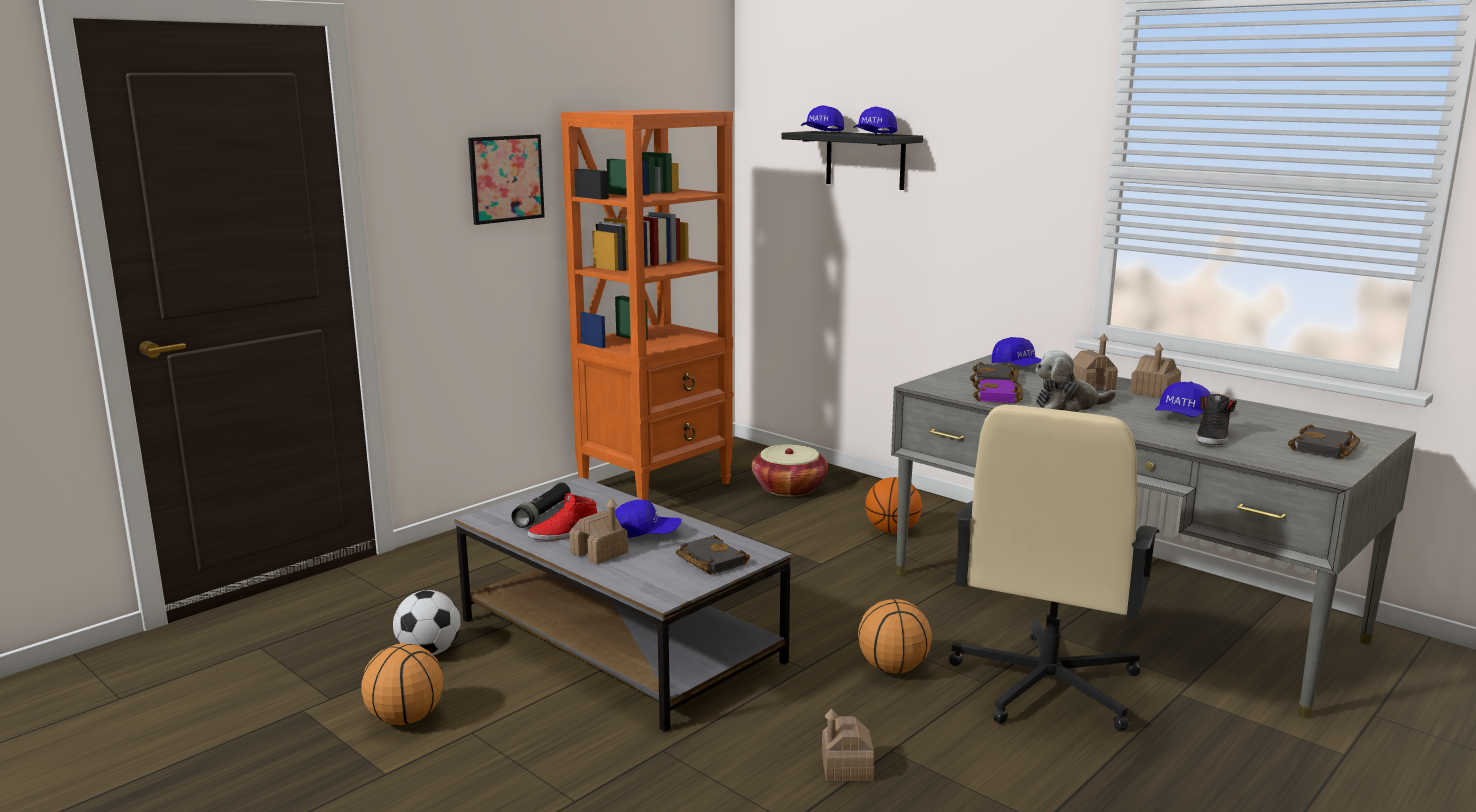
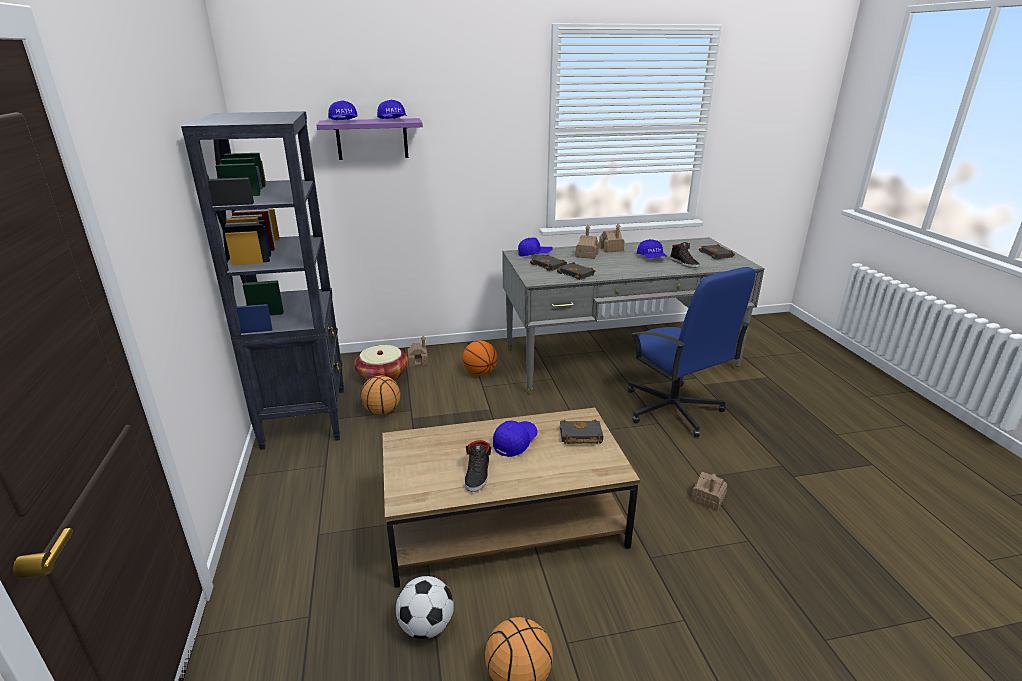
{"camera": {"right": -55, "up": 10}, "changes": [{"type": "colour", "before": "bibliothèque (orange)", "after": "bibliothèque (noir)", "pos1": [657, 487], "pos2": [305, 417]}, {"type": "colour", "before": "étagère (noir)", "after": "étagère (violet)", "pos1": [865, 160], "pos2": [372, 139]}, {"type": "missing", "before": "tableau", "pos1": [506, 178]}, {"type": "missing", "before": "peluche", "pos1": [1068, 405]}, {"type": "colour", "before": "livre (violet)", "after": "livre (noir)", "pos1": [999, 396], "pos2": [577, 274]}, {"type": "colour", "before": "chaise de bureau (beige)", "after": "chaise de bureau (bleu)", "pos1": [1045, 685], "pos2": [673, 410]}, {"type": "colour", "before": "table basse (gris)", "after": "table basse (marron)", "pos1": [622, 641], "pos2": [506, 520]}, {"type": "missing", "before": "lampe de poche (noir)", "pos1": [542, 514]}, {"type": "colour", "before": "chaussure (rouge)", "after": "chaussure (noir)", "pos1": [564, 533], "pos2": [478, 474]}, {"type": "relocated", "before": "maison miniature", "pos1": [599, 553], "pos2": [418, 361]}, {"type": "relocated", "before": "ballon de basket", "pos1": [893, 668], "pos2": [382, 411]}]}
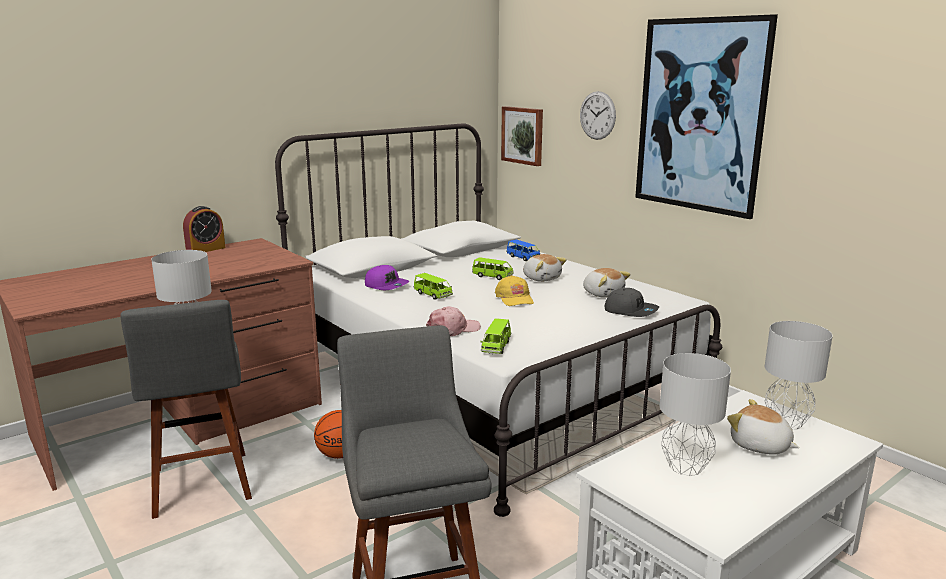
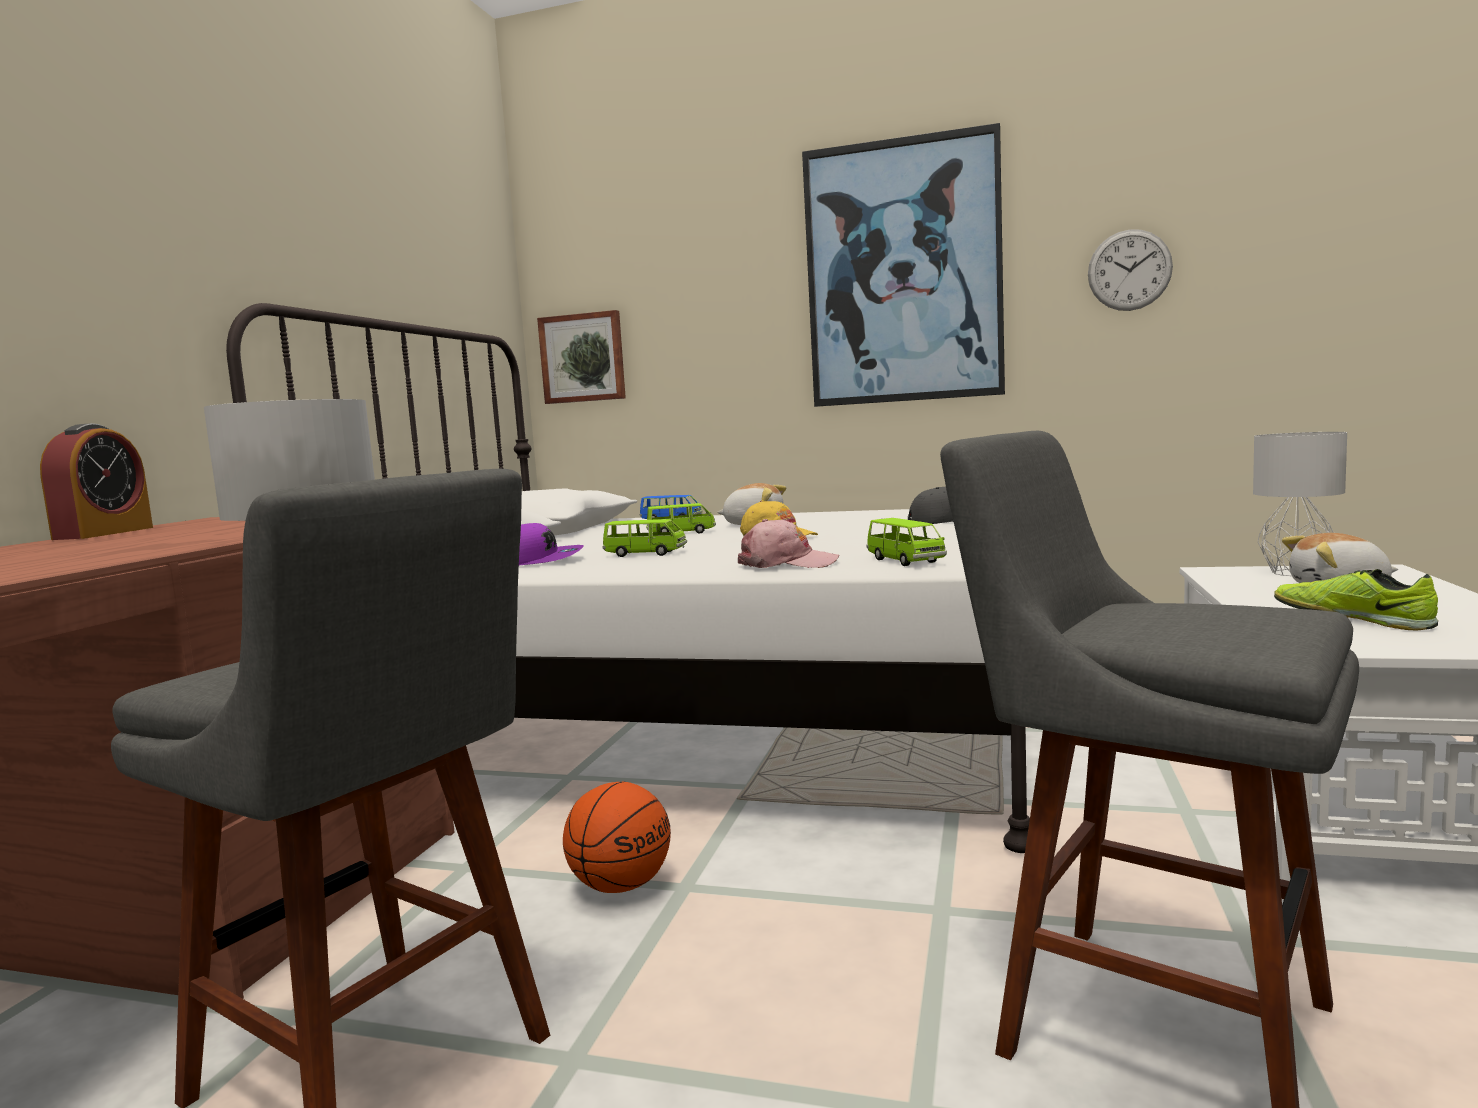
{"camera": {"right": -35, "up": -10}, "changes": [{"type": "relocated", "before": "horloge murale", "pos1": [597, 115], "pos2": [1129, 270]}, {"type": "missing", "before": "peluche", "pos1": [603, 294]}, {"type": "spun", "before": "casquette (rose)", "pos1": [453, 329], "pos2": [787, 564], "turn": 75}, {"type": "exchanged", "before": "lampe de table (gris)", "after": "chaussure", "pos1": [686, 467], "pos2": [1352, 619]}]}
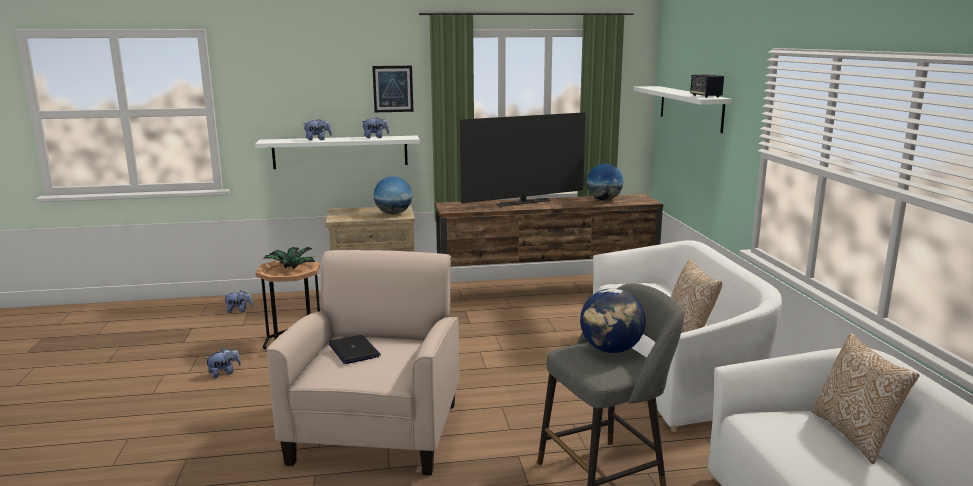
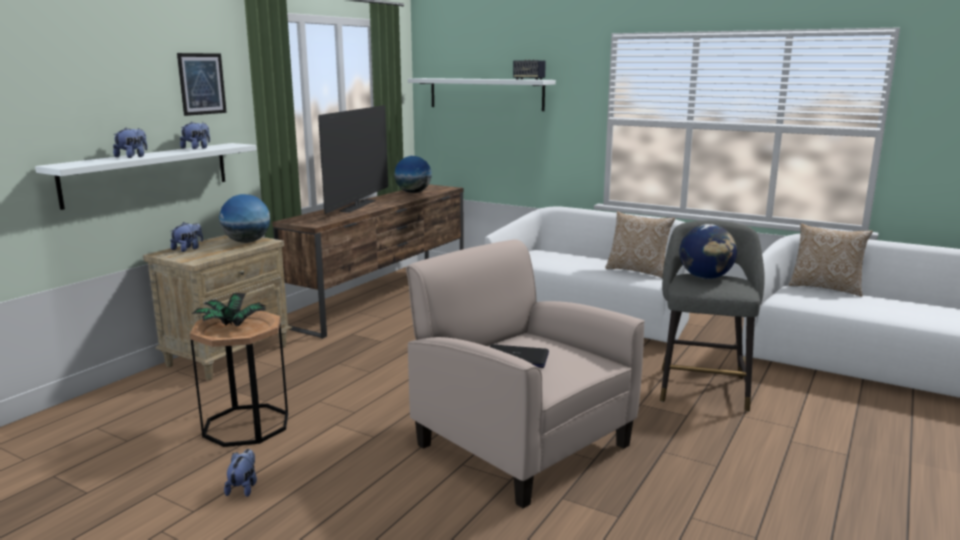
{"camera": {"right": -50, "up": 0}, "changes": [{"type": "relocated", "before": "peluche", "pos1": [239, 311], "pos2": [188, 249]}]}
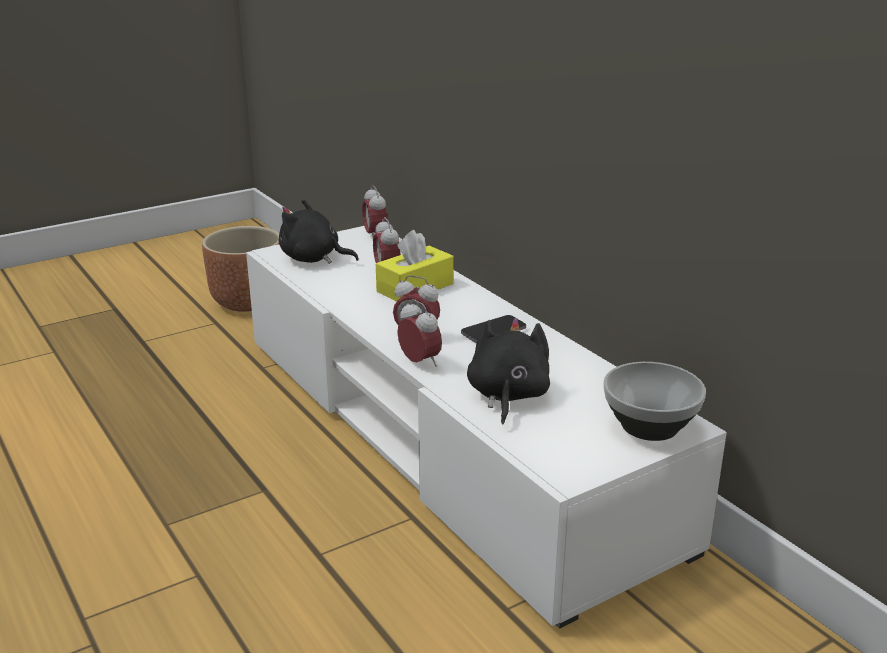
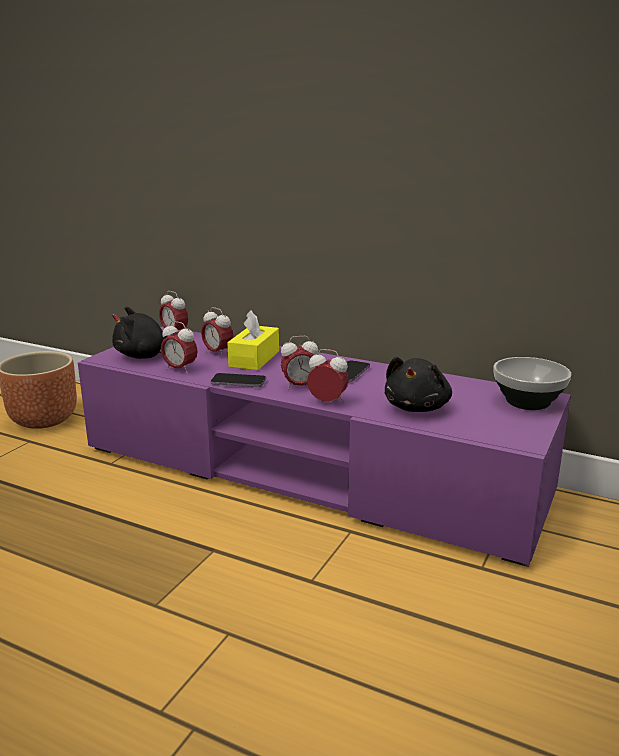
{"camera": {"right": -30, "up": -5}, "changes": [{"type": "colour", "before": "meuble télé (blanc)", "after": "meuble télé (violet)", "pos1": [443, 435], "pos2": [309, 470]}, {"type": "spun", "before": "peluche (noir)", "pos1": [507, 396], "pos2": [417, 407], "turn": -135}, {"type": "appeared", "after": "réveil", "pos2": [180, 369]}, {"type": "appeared", "after": "téléphone", "pos2": [238, 382]}]}
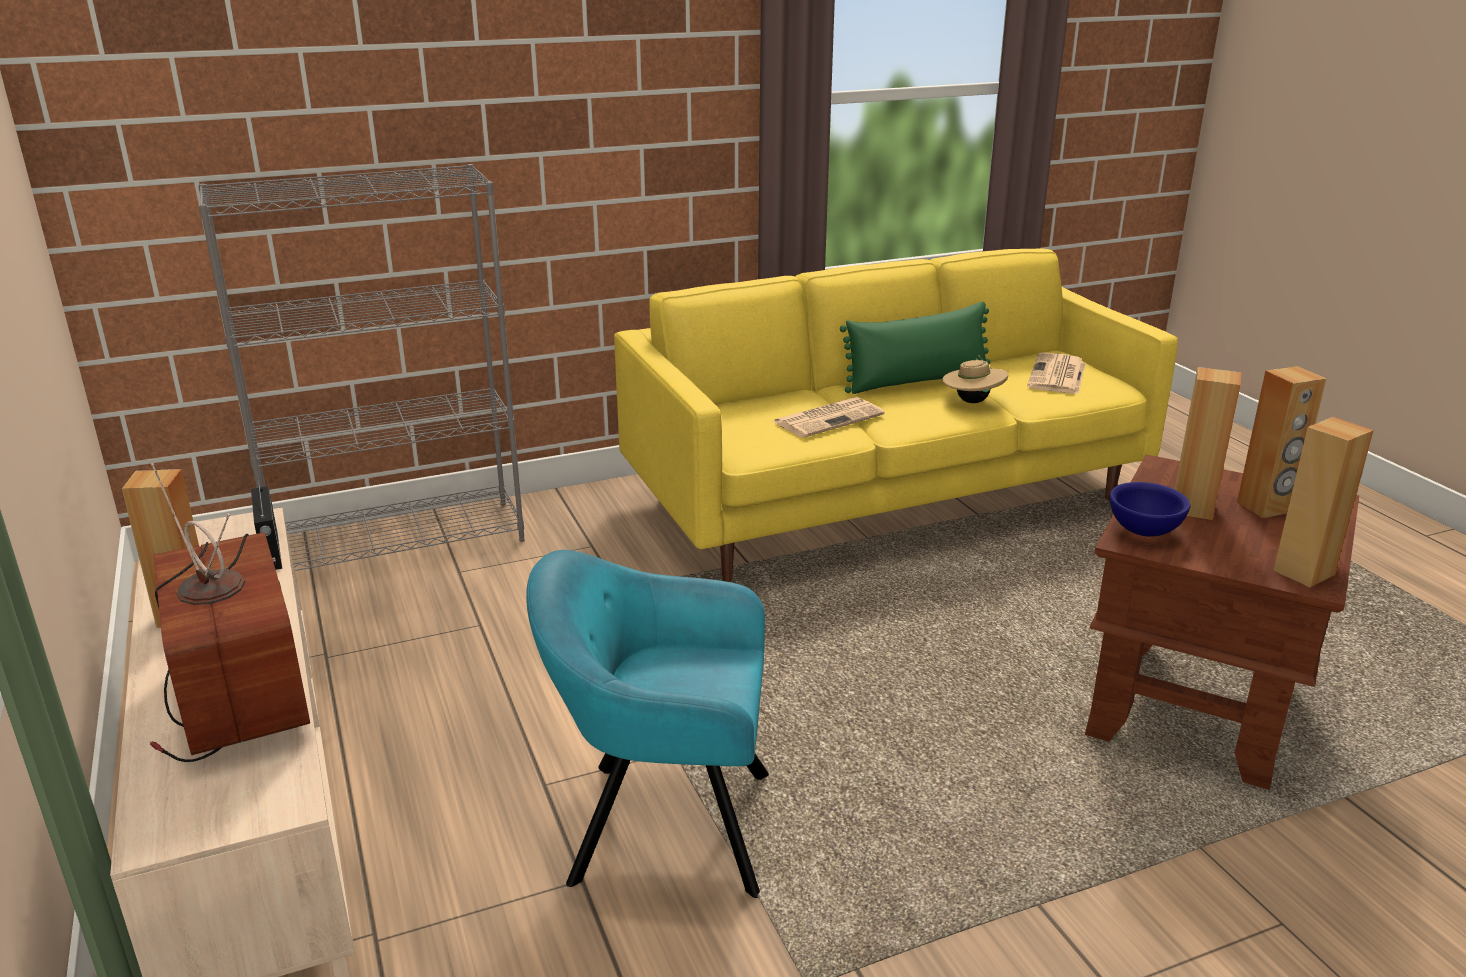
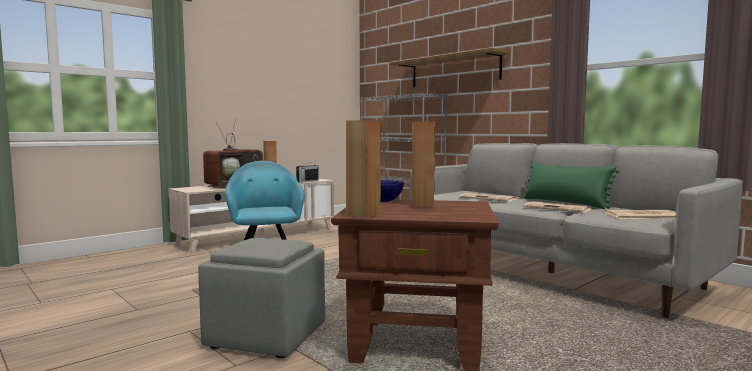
{"camera": {"right": 70, "up": -20}, "changes": [{"type": "colour", "before": "canapé (jaune)", "after": "canapé (gris)", "pos1": [887, 500], "pos2": [552, 273]}, {"type": "exchanged", "before": "chapeau (beige)", "after": "journal", "pos1": [972, 401], "pos2": [558, 208]}, {"type": "missing", "before": "enceinte (marron)", "pos1": [1265, 507]}, {"type": "appeared", "after": "étagère", "pos2": [454, 71]}, {"type": "appeared", "after": "pouf (gris)", "pos2": [265, 336]}]}
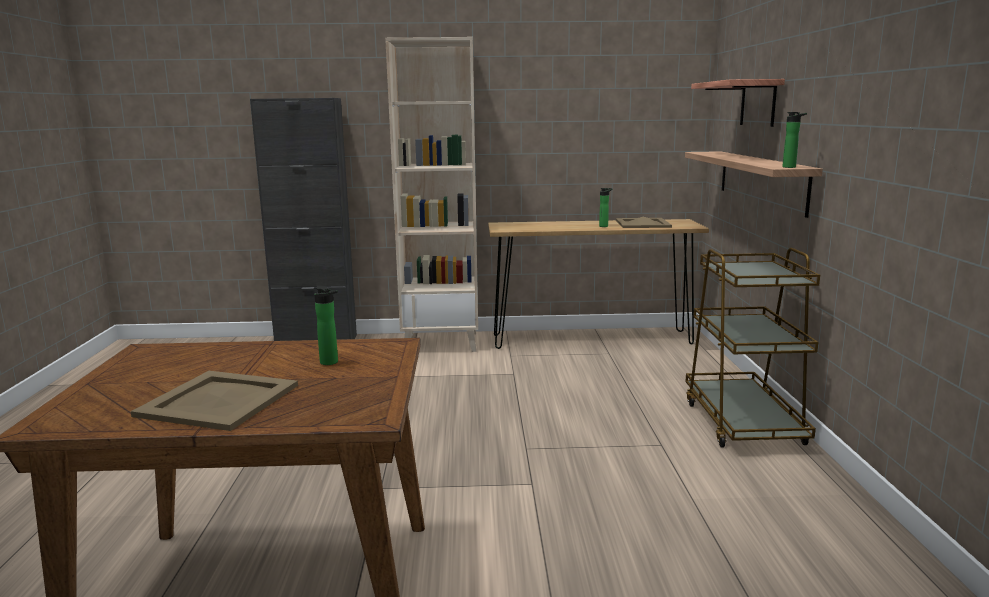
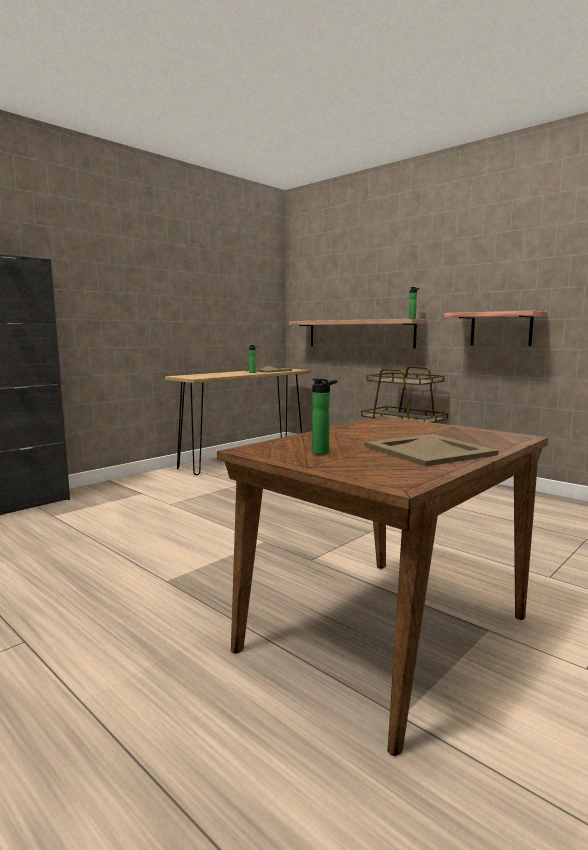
{"camera": {"right": -45, "up": -5}, "changes": [{"type": "missing", "before": "bibliothèque (beige)", "pos1": [442, 342]}, {"type": "relocated", "before": "étagère", "pos1": [758, 103], "pos2": [501, 329]}, {"type": "relocated", "before": "bouteille", "pos1": [330, 363], "pos2": [323, 452]}]}
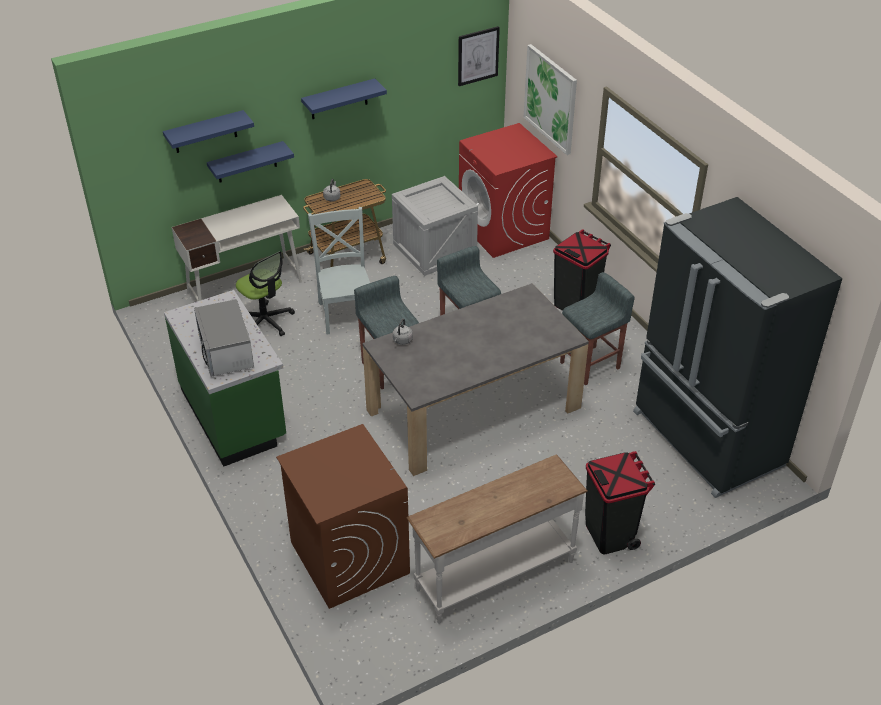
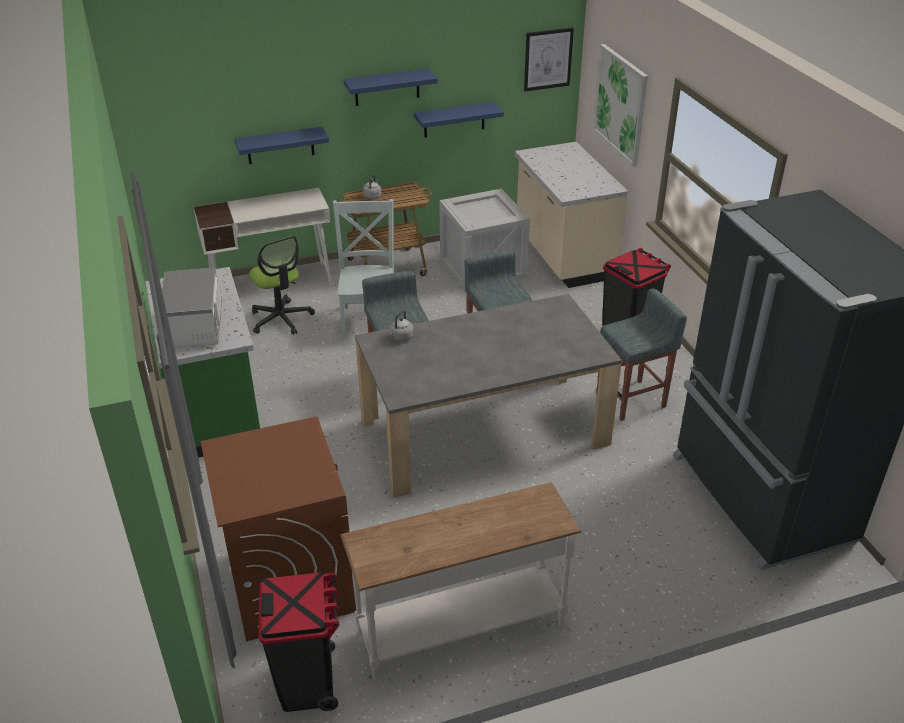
{"camera": {"right": 10, "up": -5}, "changes": [{"type": "relocated", "before": "étagère (bleu)", "pos1": [205, 132], "pos2": [454, 120]}, {"type": "exchanged", "before": "lave-linge (rouge)", "after": "comptoir de cuisine (beige)", "pos1": [504, 230], "pos2": [562, 256]}, {"type": "relocated", "before": "poubelle (noir)", "pos1": [610, 534], "pos2": [308, 682]}]}
